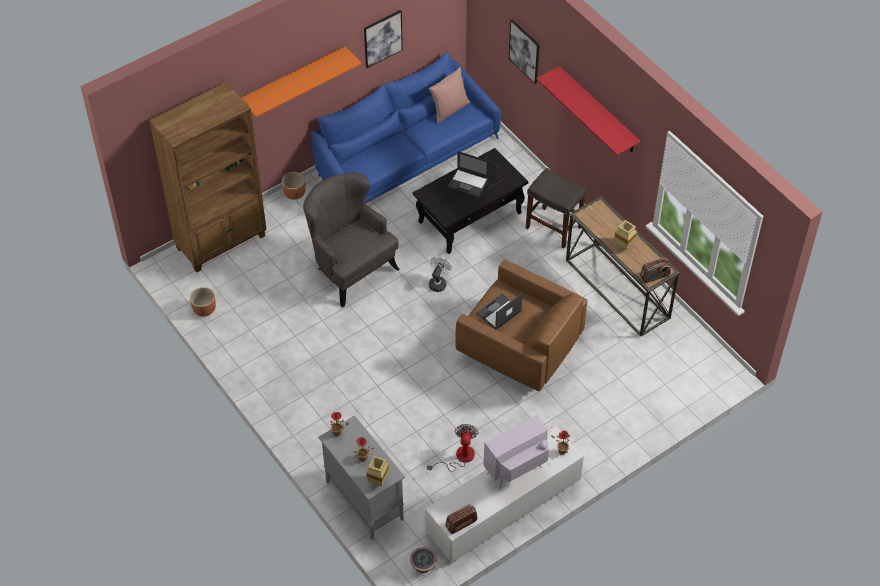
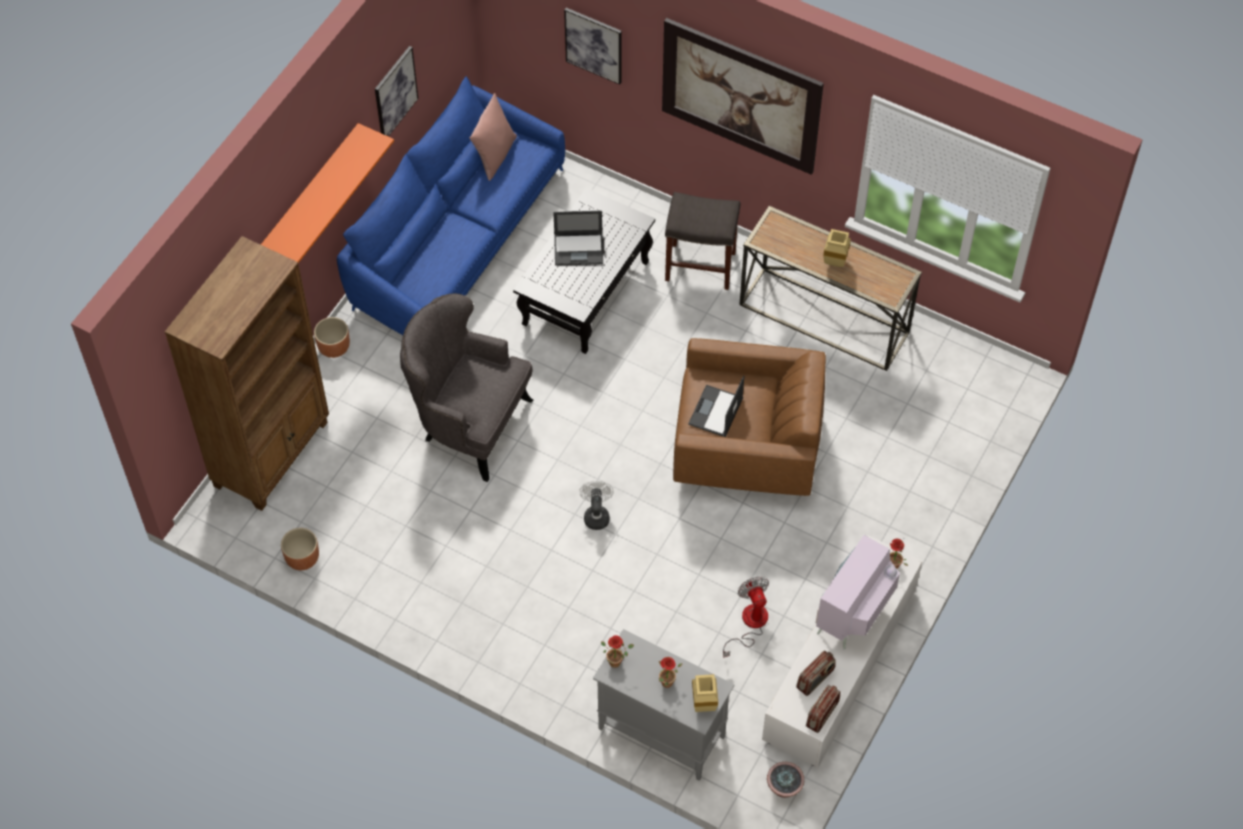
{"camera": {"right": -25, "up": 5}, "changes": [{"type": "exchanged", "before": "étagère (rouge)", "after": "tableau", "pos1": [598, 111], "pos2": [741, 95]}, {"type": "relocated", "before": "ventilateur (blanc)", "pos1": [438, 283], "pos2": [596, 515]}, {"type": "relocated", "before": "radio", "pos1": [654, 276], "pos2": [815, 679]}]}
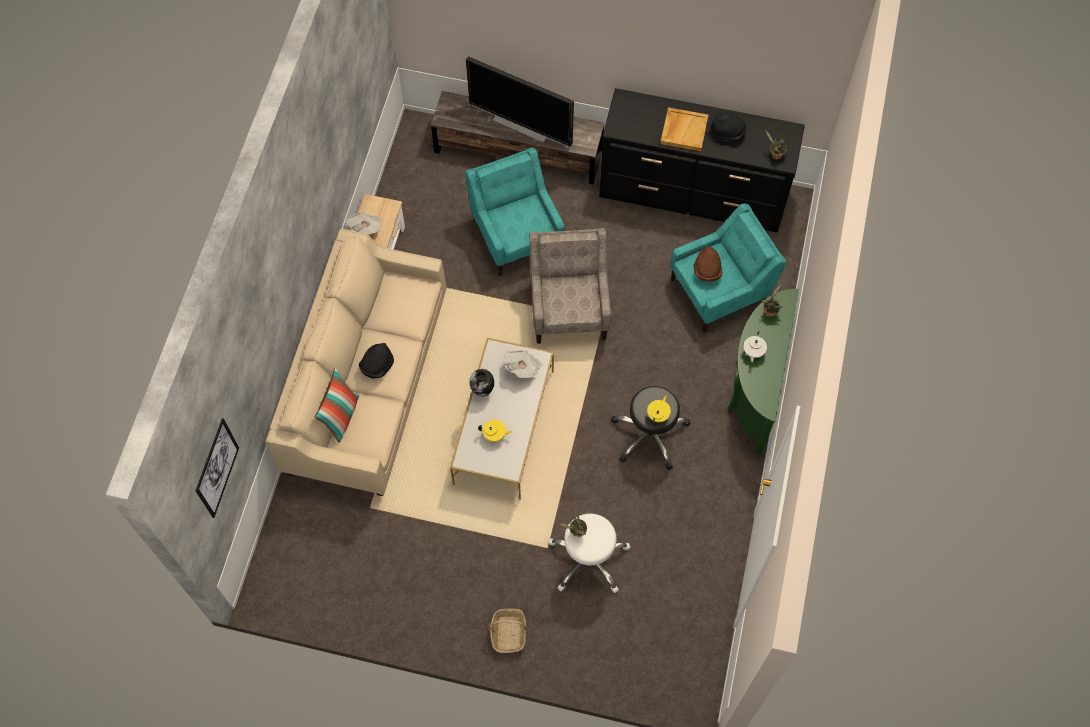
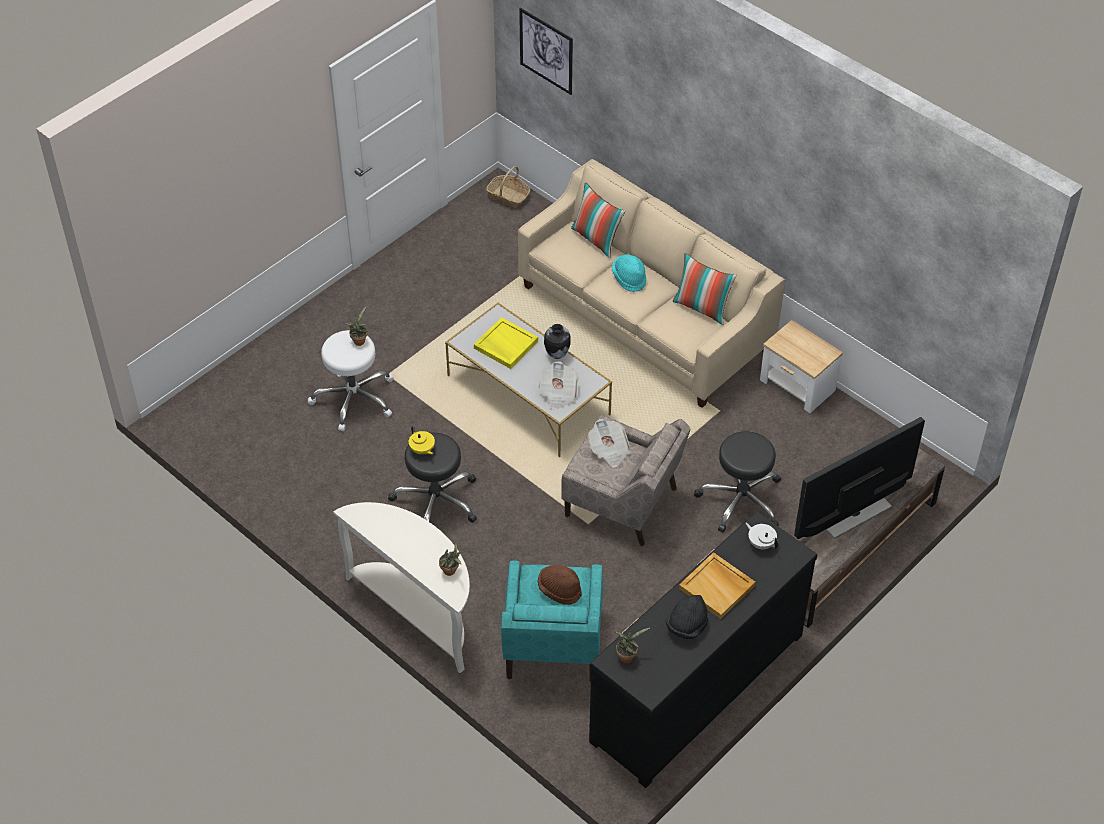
{"camera": {"right": 120, "up": -15}, "changes": [{"type": "exchanged", "before": "fauteuil (turquoise)", "after": "tabouret (noir)", "pos1": [517, 235], "pos2": [741, 499]}, {"type": "relocated", "before": "journal", "pos1": [367, 228], "pos2": [609, 450]}, {"type": "colour", "before": "table console (vert)", "after": "table console (blanc)", "pos1": [753, 389], "pos2": [418, 612]}, {"type": "relocated", "before": "théière (blanc)", "pos1": [753, 352], "pos2": [761, 543]}, {"type": "colour", "before": "chapeau (noir)", "after": "chapeau (turquoise)", "pos1": [377, 366], "pos2": [629, 278]}, {"type": "exchanged", "before": "théière (jaune)", "after": "plateau (jaune)", "pos1": [495, 435], "pos2": [505, 345]}, {"type": "relocated", "before": "panier", "pos1": [508, 633], "pos2": [508, 196]}, {"type": "appeared", "after": "coussin", "pos2": [702, 308]}]}
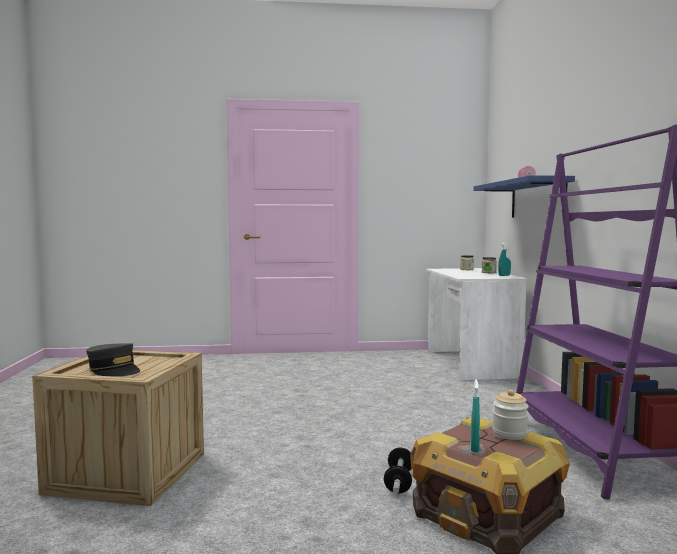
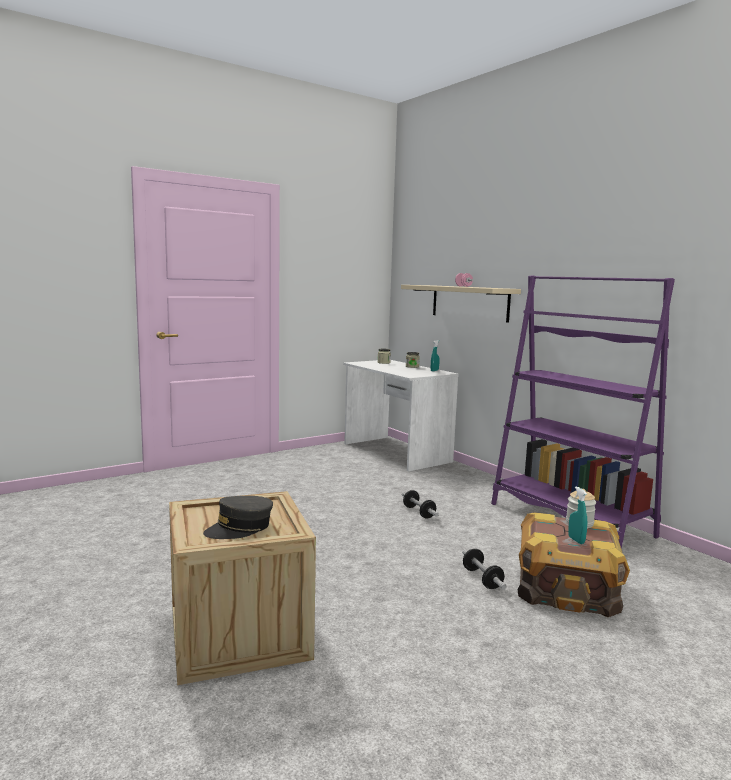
{"camera": {"right": -30, "up": 5}, "changes": [{"type": "colour", "before": "étagère (bleu)", "after": "étagère (beige)", "pos1": [537, 199], "pos2": [469, 302]}, {"type": "spun", "before": "casquette (gris)", "pos1": [114, 370], "pos2": [240, 528], "turn": 135}, {"type": "appeared", "after": "haltère", "pos2": [419, 512]}]}
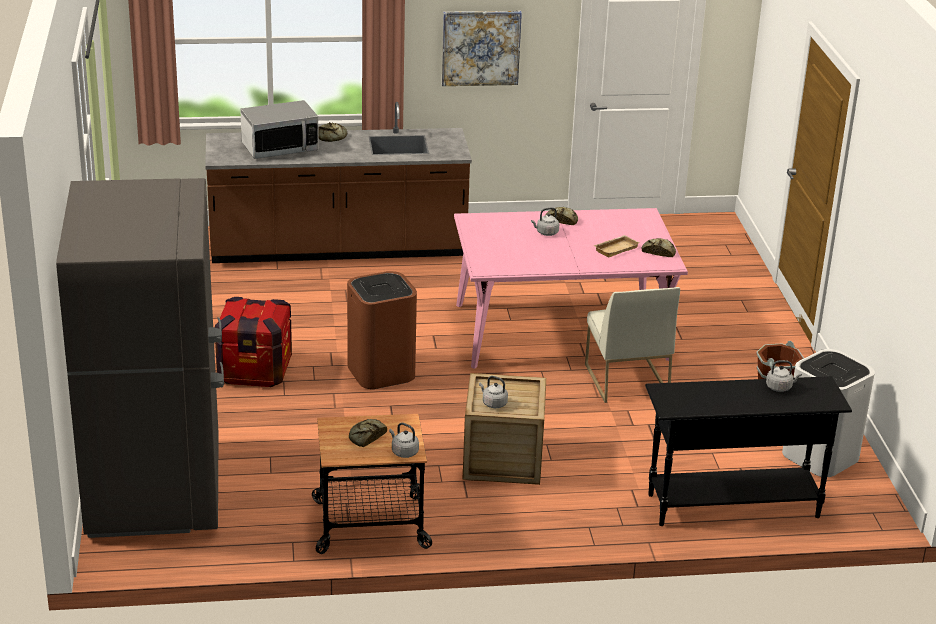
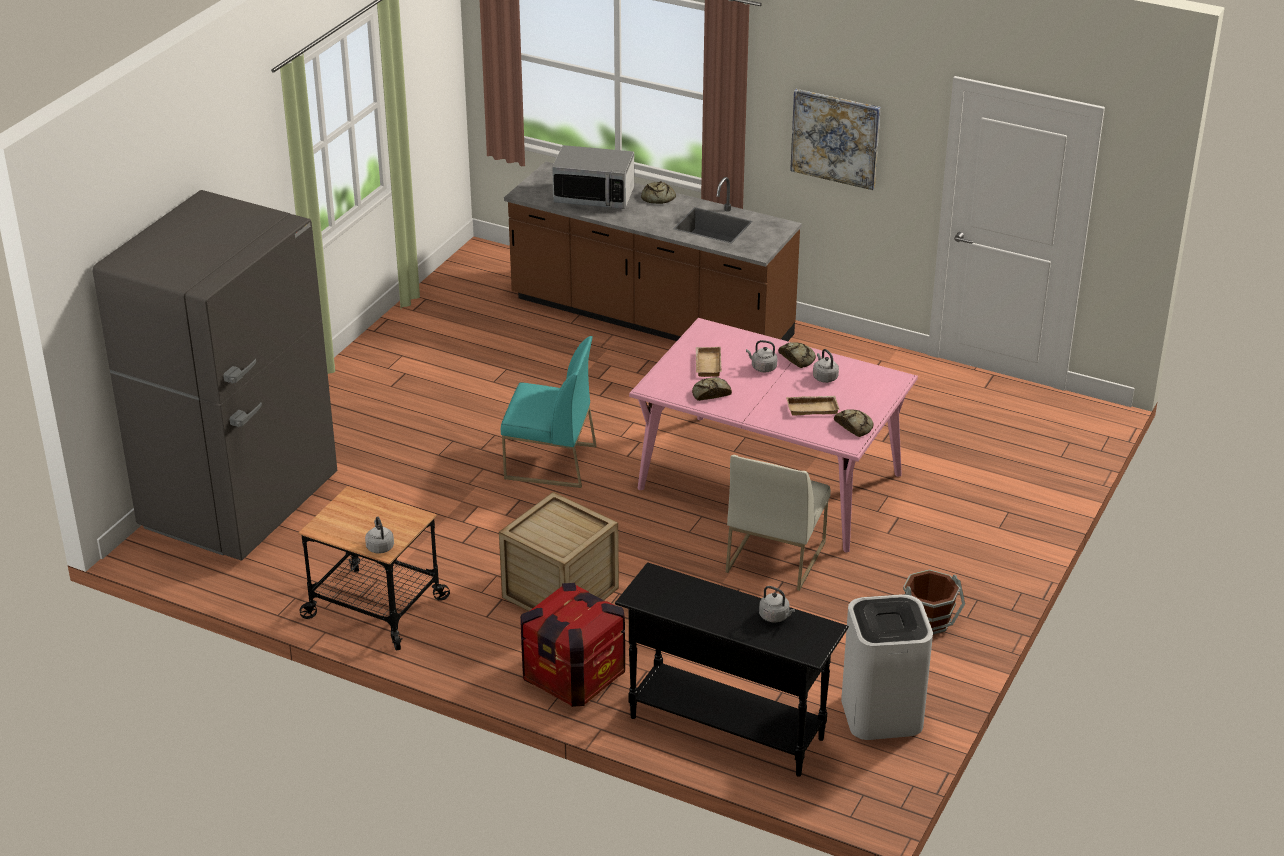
{"camera": {"right": 35, "up": 5}, "changes": [{"type": "exchanged", "before": "poubelle (marron)", "after": "chaise (turquoise)", "pos1": [381, 372], "pos2": [549, 462]}, {"type": "relocated", "before": "caisse", "pos1": [255, 371], "pos2": [574, 677]}, {"type": "relocated", "before": "bouilloire (gris)", "pos1": [493, 403], "pos2": [824, 377]}, {"type": "relocated", "before": "pain", "pos1": [366, 437], "pos2": [710, 393]}, {"type": "appeared", "after": "plateau (beige)", "pos2": [706, 364]}]}
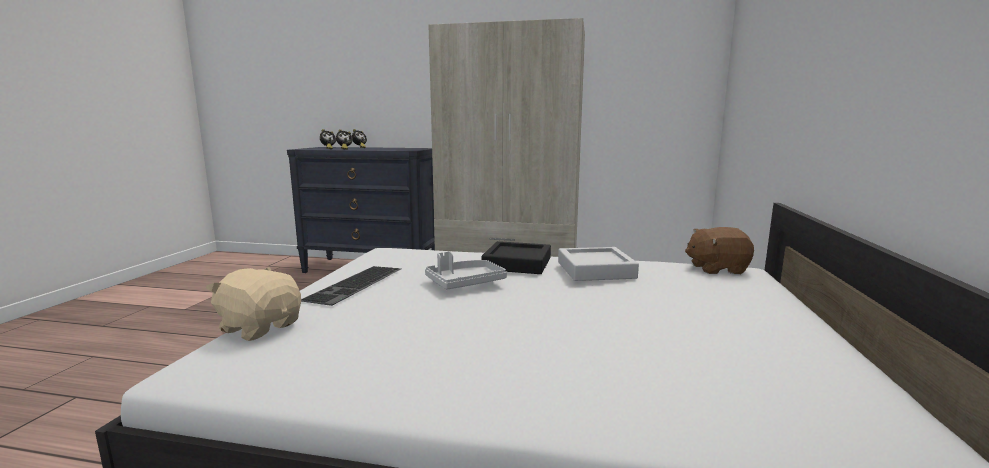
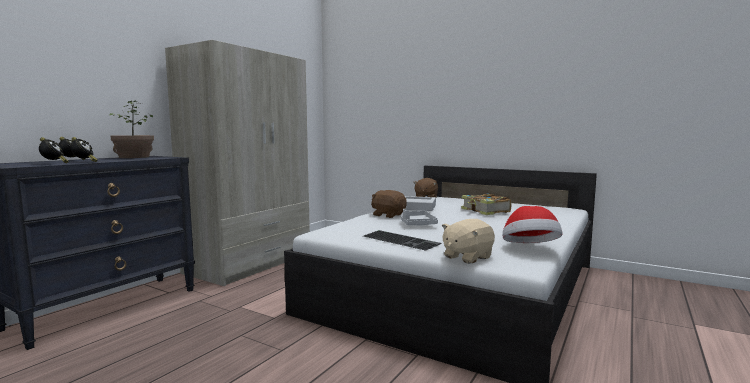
{"camera": {"right": -70, "up": -5}, "changes": [{"type": "exchanged", "before": "plateau (noir)", "after": "peluche (marron)", "pos1": [517, 263], "pos2": [388, 215]}, {"type": "appeared", "after": "plante en pot", "pos2": [134, 157]}, {"type": "appeared", "after": "livre", "pos2": [485, 211]}, {"type": "appeared", "after": "chapeau", "pos2": [530, 249]}]}
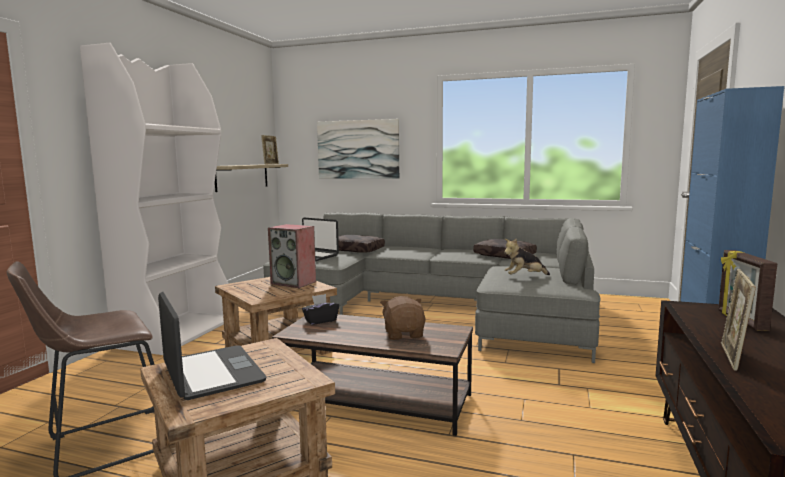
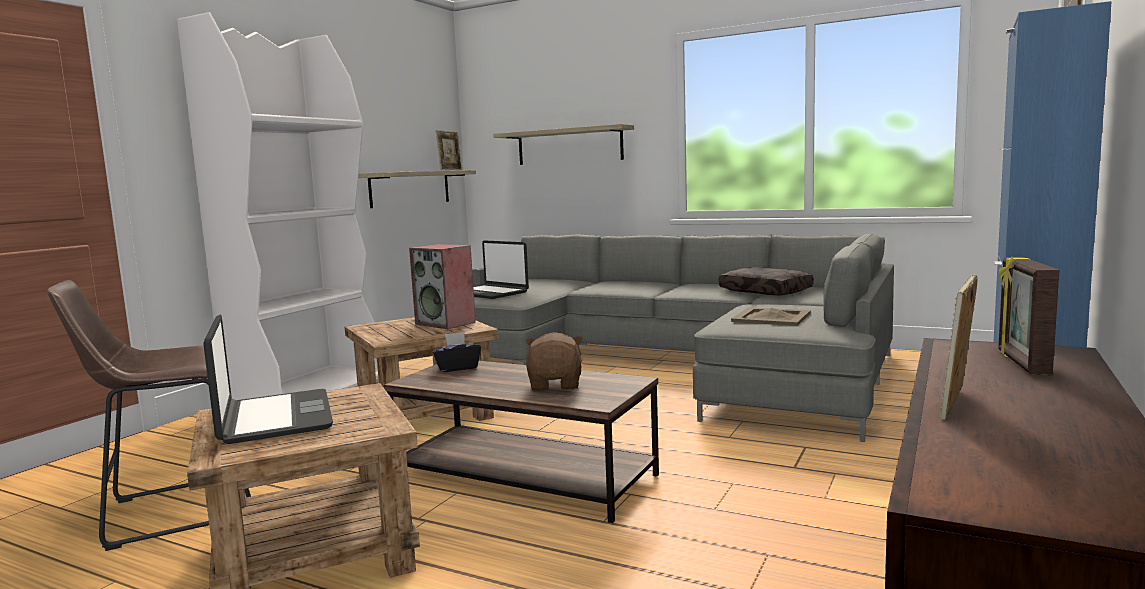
{"camera": {"right": 10, "up": 0}, "changes": [{"type": "exchanged", "before": "tableau", "after": "étagère", "pos1": [358, 149], "pos2": [569, 146]}, {"type": "missing", "before": "coussin (marron)", "pos1": [357, 250]}, {"type": "exchanged", "before": "peluche", "after": "plateau (beige)", "pos1": [524, 277], "pos2": [772, 317]}]}
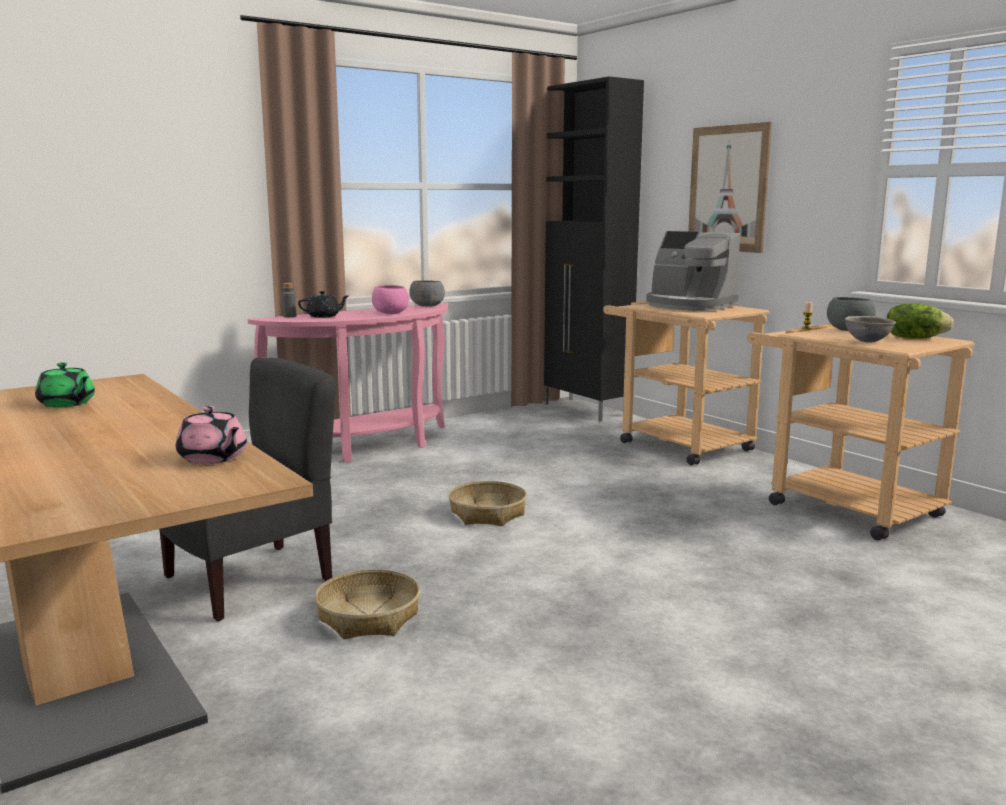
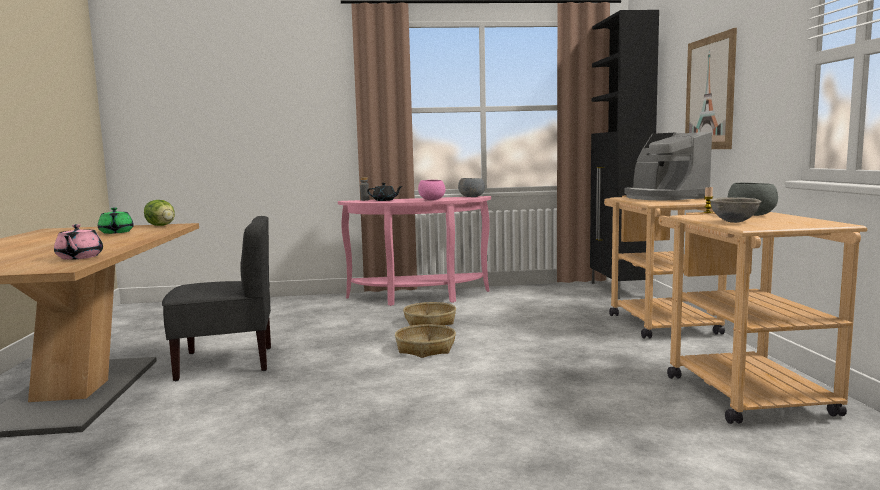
{"camera": {"right": 30, "up": -5}, "changes": [{"type": "relocated", "before": "laitue", "pos1": [914, 338], "pos2": [162, 225]}, {"type": "relocated", "before": "panier", "pos1": [369, 617], "pos2": [430, 322]}]}
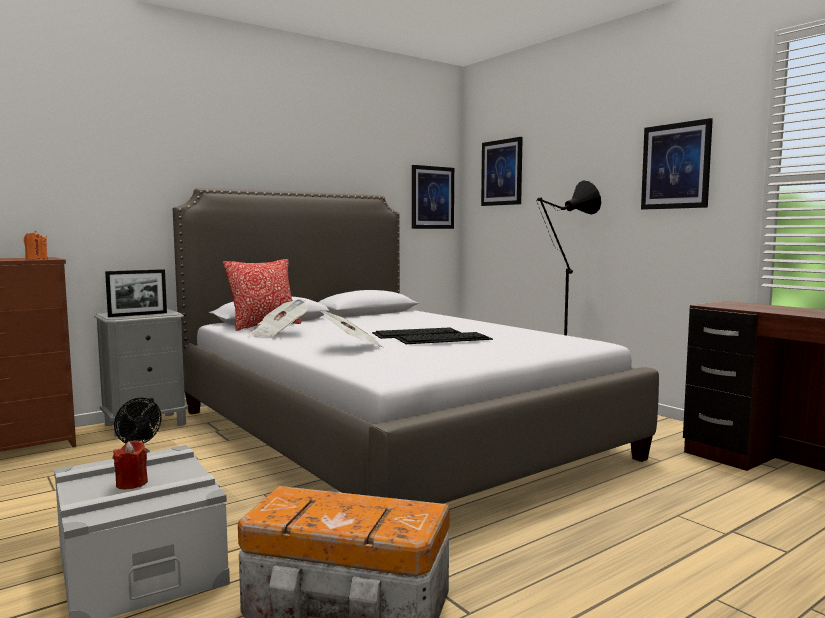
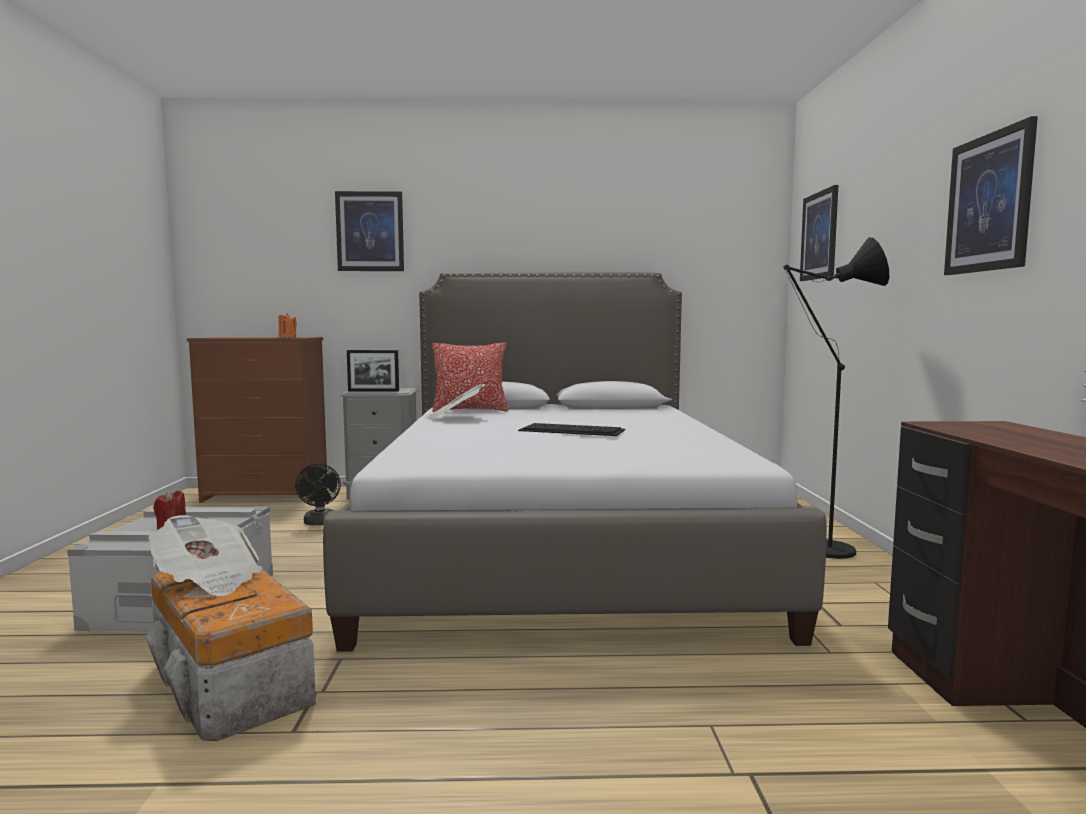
{"camera": {"right": 35, "up": 0}, "changes": [{"type": "relocated", "before": "tableau", "pos1": [432, 197], "pos2": [370, 231]}, {"type": "relocated", "before": "journal", "pos1": [352, 346], "pos2": [208, 580]}, {"type": "missing", "before": "clavier", "pos1": [444, 338]}]}
